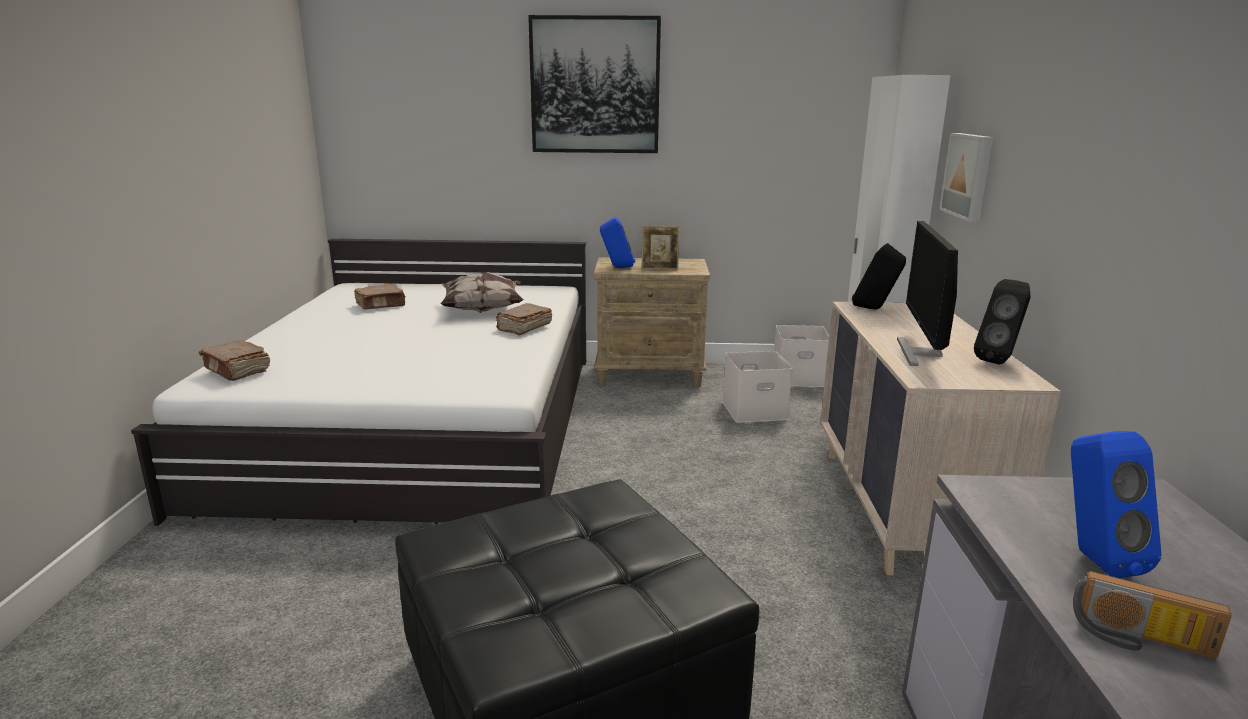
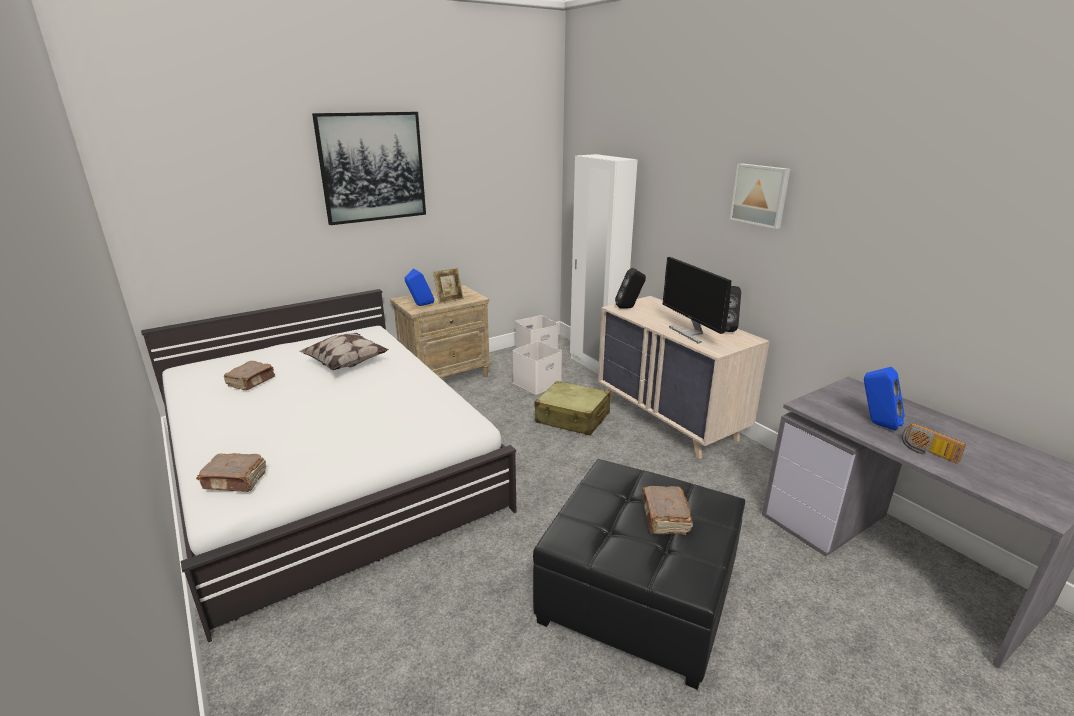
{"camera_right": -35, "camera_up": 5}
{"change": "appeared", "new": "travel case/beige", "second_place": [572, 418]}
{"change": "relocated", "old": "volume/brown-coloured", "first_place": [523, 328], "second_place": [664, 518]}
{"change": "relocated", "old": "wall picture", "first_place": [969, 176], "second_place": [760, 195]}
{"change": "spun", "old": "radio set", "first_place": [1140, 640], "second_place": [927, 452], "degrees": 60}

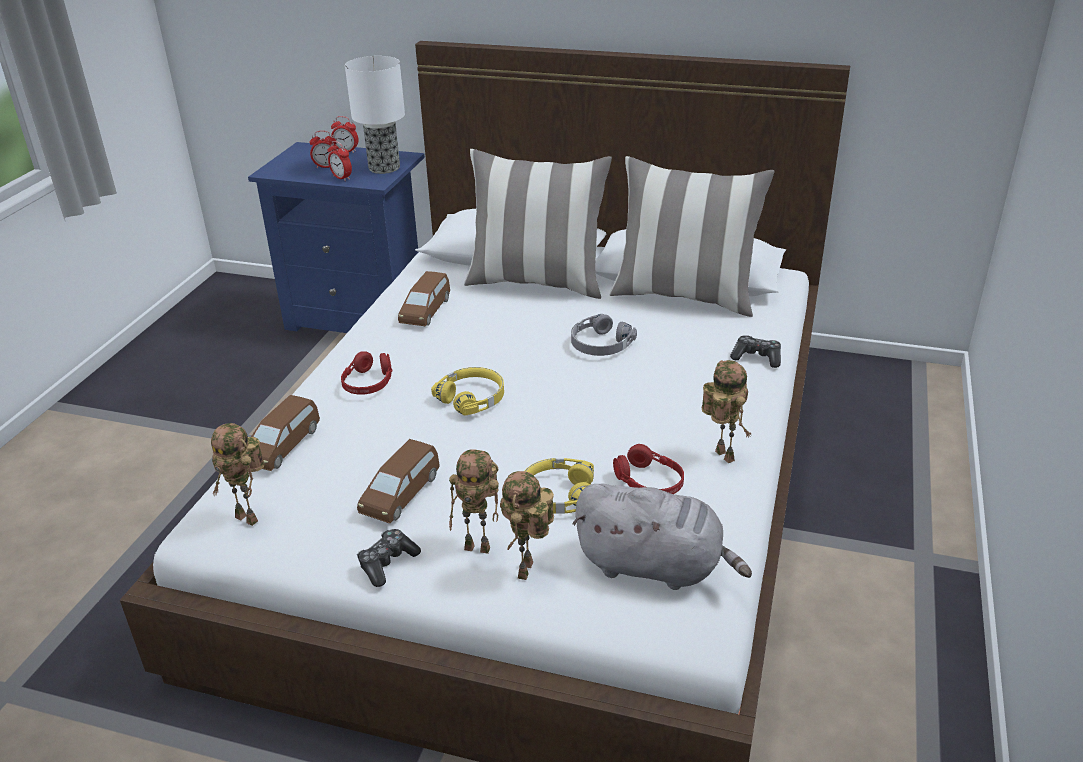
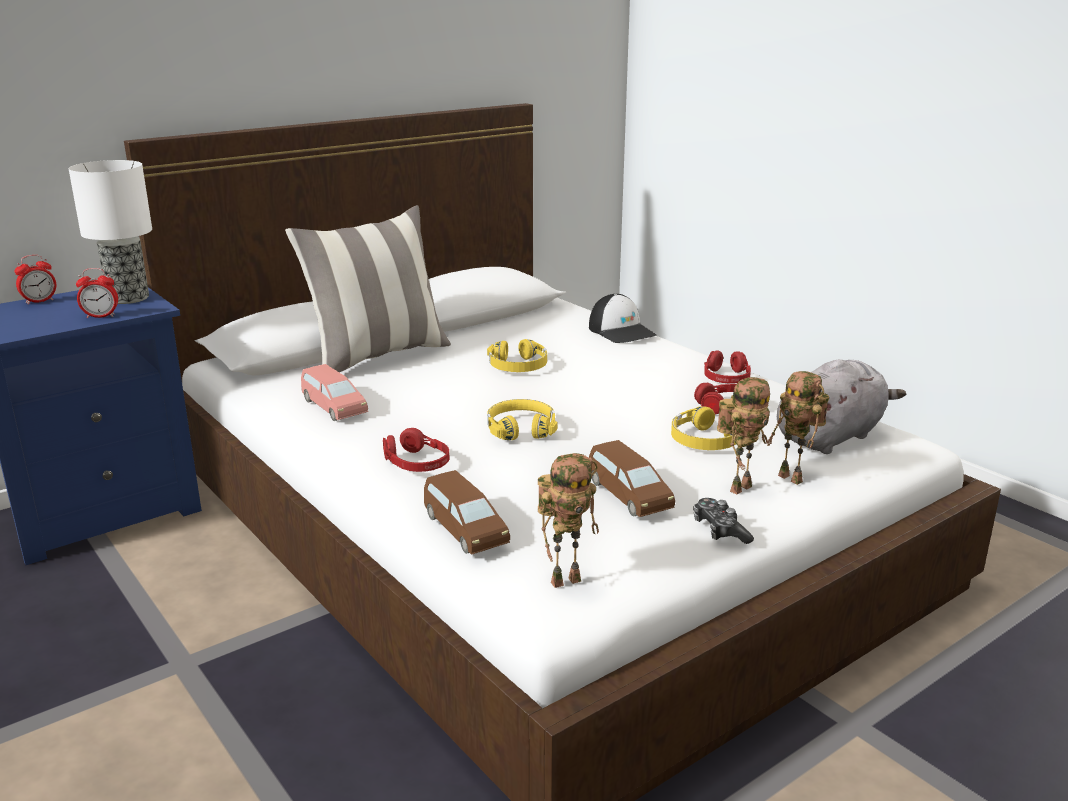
{"camera_right": -55, "camera_up": -10}
{"change": "missing", "old": "table clock", "first_place": [326, 166]}
{"change": "missing", "old": "throw pillow", "first_place": [684, 296]}
{"change": "exchanged", "old": "robot figure", "new": "pair of headphones/red", "first_place": [721, 456], "second_place": [726, 378]}
{"change": "exchanged", "old": "joypad", "new": "cap", "first_place": [757, 357], "second_place": [622, 331]}
{"change": "colour", "old": "model car/brown-coloured", "new": "model car/pinkish", "first_place": [426, 311], "second_place": [333, 407]}
{"change": "colour", "old": "pair of headphones/gray", "new": "pair of headphones/yellow-coloured", "first_place": [600, 344], "second_place": [518, 366]}

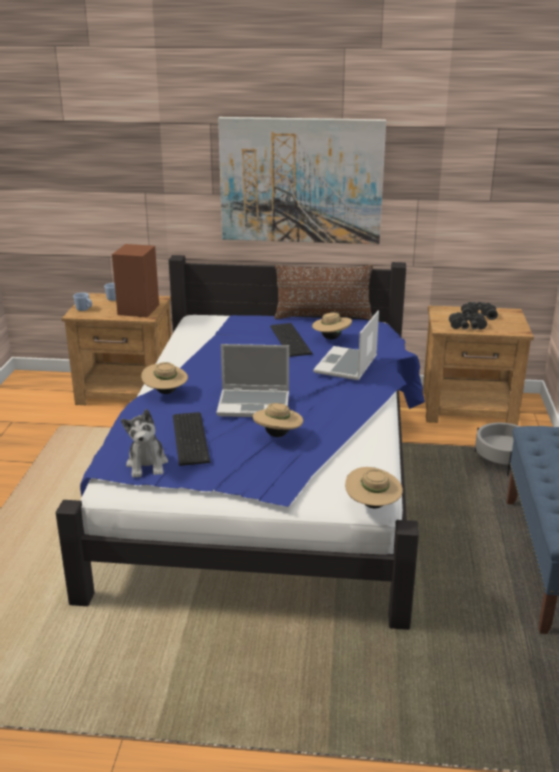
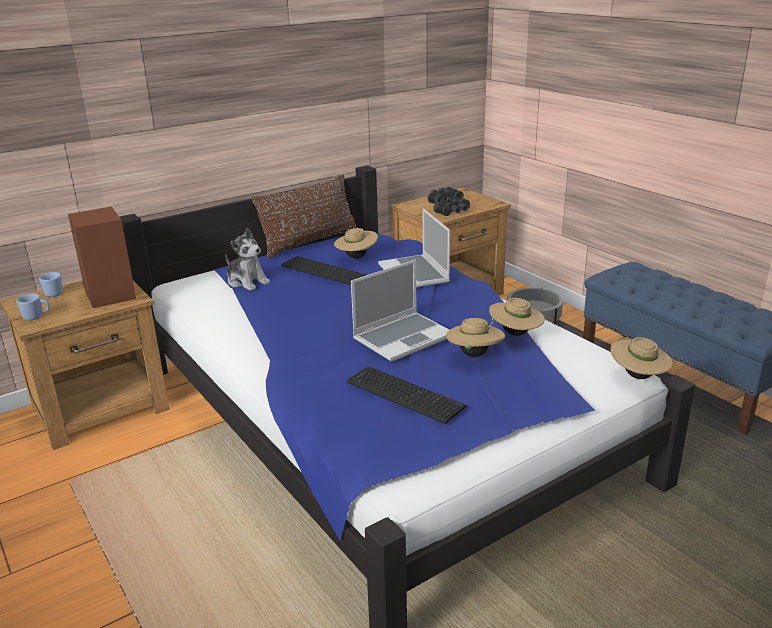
{"camera_right": -40, "camera_up": 0}
{"change": "missing", "old": "wall picture", "first_place": [301, 181]}
{"change": "relocated", "old": "plush toy", "first_place": [147, 464], "second_place": [247, 282]}
{"change": "relocated", "old": "hat/beige", "first_place": [165, 392], "second_place": [515, 334]}

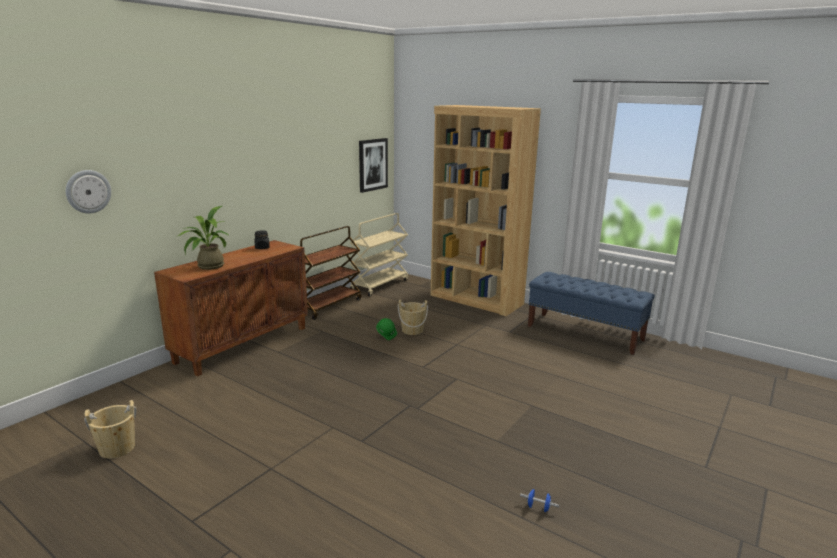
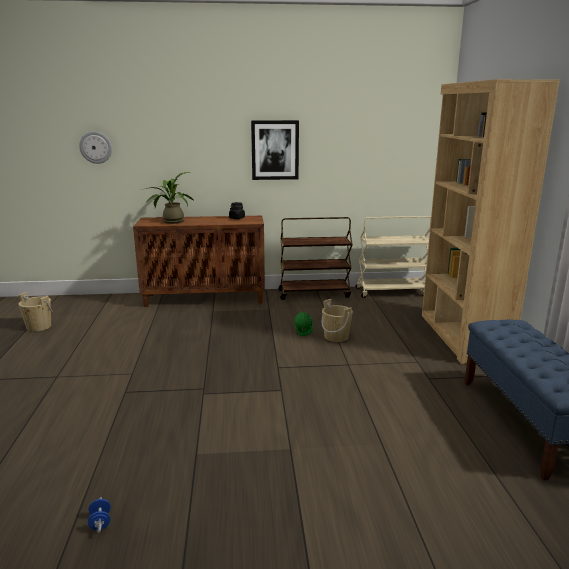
{"camera_right": 50, "camera_up": 0}
{"change": "relocated", "old": "wall picture", "first_place": [372, 164], "second_place": [275, 150]}

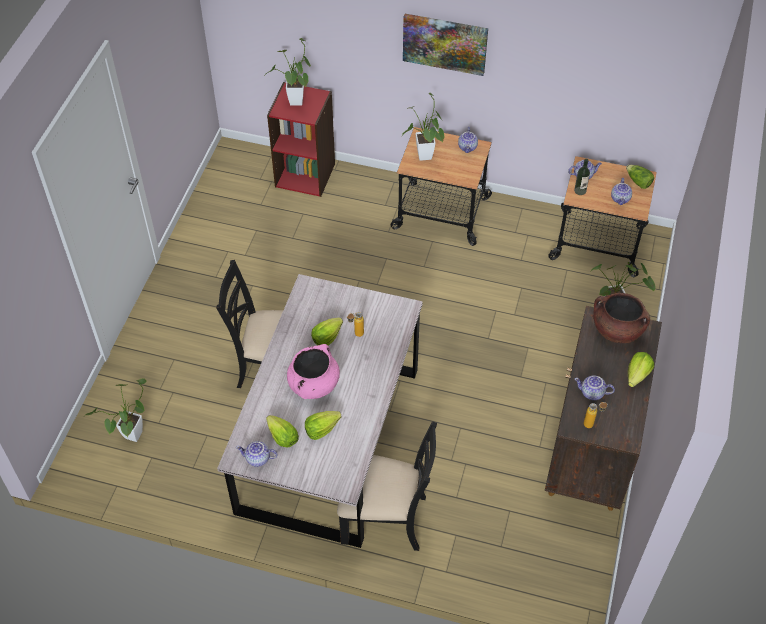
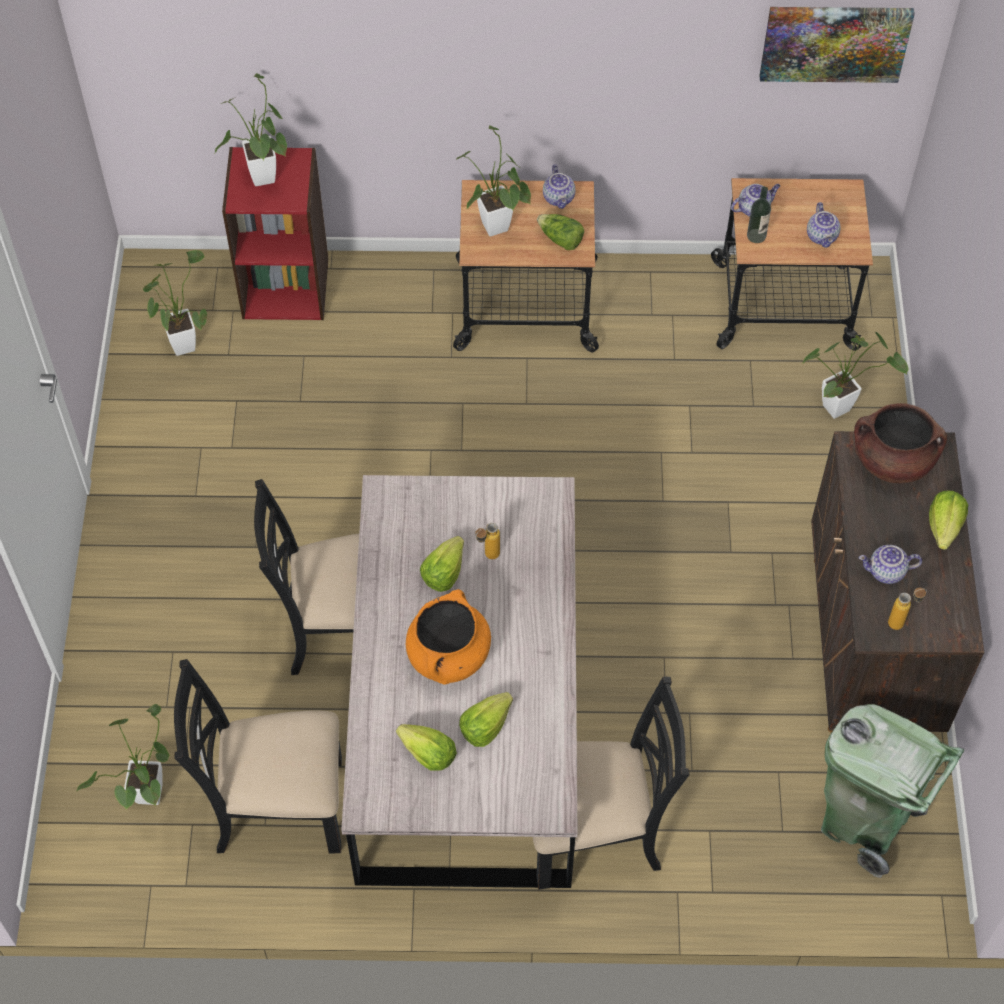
{"camera_right": -15, "camera_up": 5}
{"change": "missing", "old": "pot for tea", "first_place": [257, 459]}
{"change": "appeared", "new": "plant in a pot", "second_place": [182, 341]}
{"change": "appeared", "new": "chair/black-coloured", "second_place": [277, 805]}
{"change": "appeared", "new": "trash can/green", "second_place": [864, 822]}
{"change": "relocated", "old": "wall picture", "first_place": [445, 43], "second_place": [835, 42]}
{"change": "relocated", "old": "lettuce", "first_place": [638, 182], "second_place": [560, 239]}
{"change": "colour", "old": "cooking pot/pinkish", "new": "cooking pot/orangey", "first_place": [314, 384], "second_place": [449, 655]}

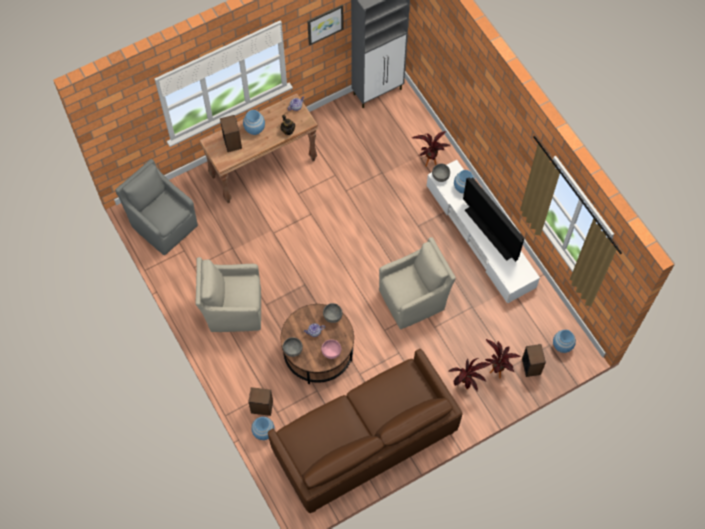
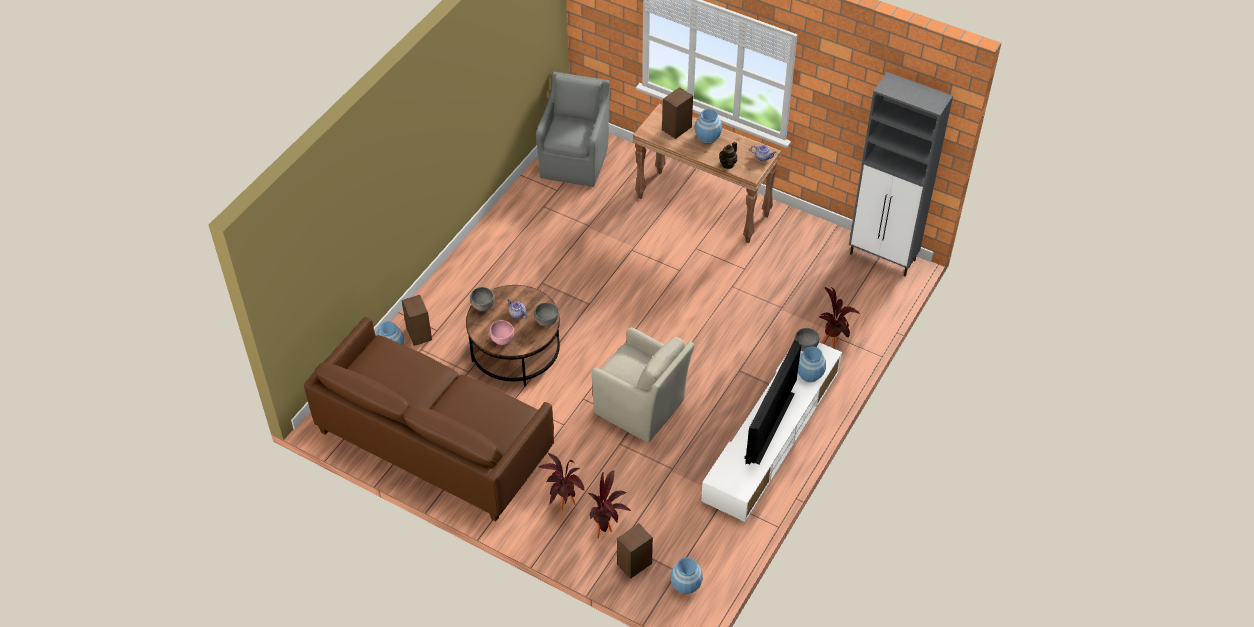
{"camera_right": 60, "camera_up": -15}
{"change": "missing", "old": "armchair/beige", "first_place": [233, 309]}
{"change": "missing", "old": "wall picture", "first_place": [325, 24]}

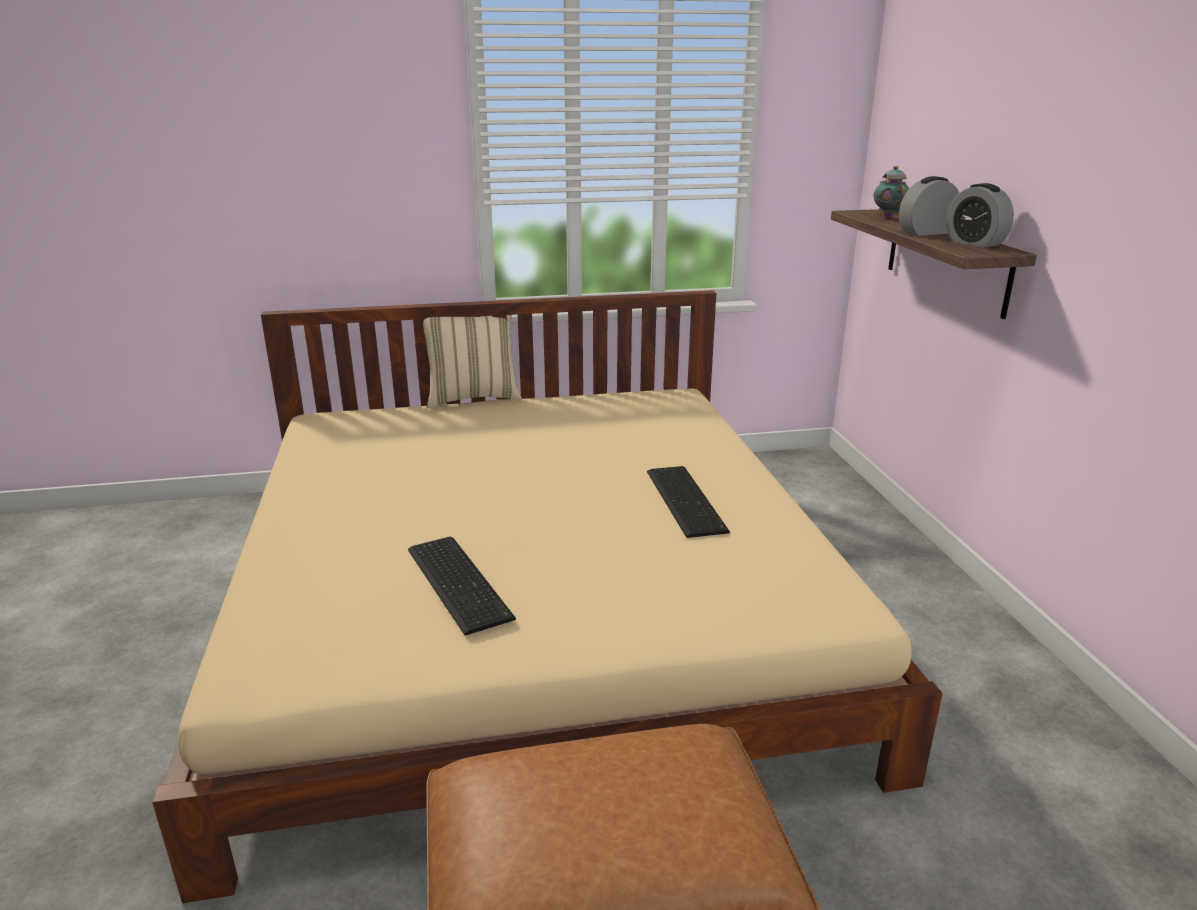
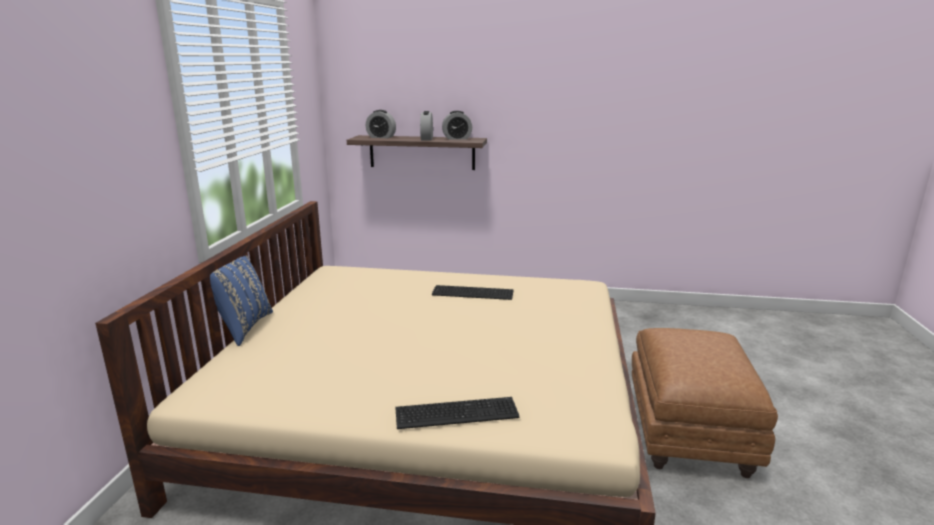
{"camera_right": -70, "camera_up": -5}
{"change": "relocated", "old": "computer keyboard", "first_place": [460, 581], "second_place": [454, 412]}
{"change": "exchanged", "old": "pot for tea", "new": "table clock", "first_place": [888, 217], "second_place": [381, 137]}
{"change": "colour", "old": "throw pillow/beige", "new": "throw pillow/blue-coloured", "first_place": [473, 398], "second_place": [242, 327]}

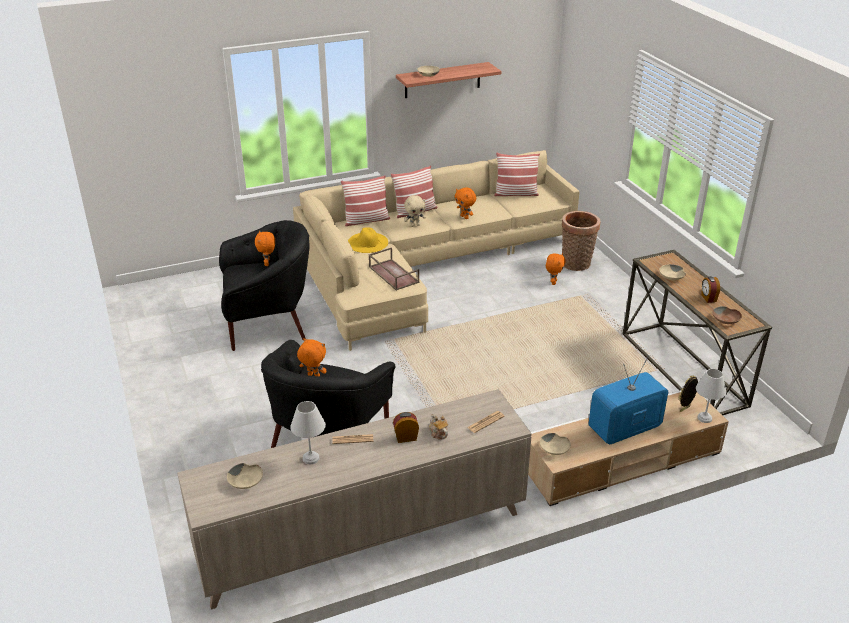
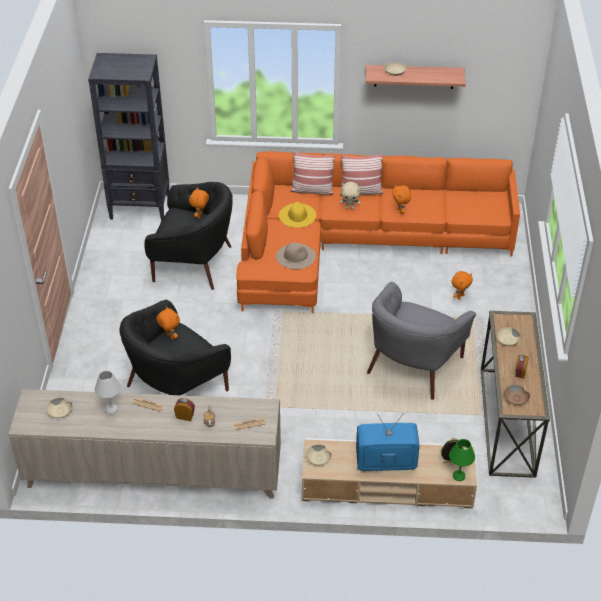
{"camera_right": 25, "camera_up": 10}
{"change": "missing", "old": "throw pillow", "first_place": [516, 193]}
{"change": "missing", "old": "basket", "first_place": [576, 265]}
{"change": "appeared", "new": "shelving unit/black-coloured", "second_place": [140, 207]}
{"change": "appeared", "new": "armchair/gray", "second_place": [413, 365]}
{"change": "exchanged", "old": "serving tray/brown-coloured", "new": "hat/beige", "first_place": [392, 274], "second_place": [295, 256]}
{"change": "colour", "old": "couch/beige", "new": "couch/orangey", "first_place": [422, 266], "second_place": [355, 243]}
{"change": "colour", "old": "tabletop lamp/white", "new": "tabletop lamp/green", "first_place": [705, 418], "second_place": [459, 476]}

